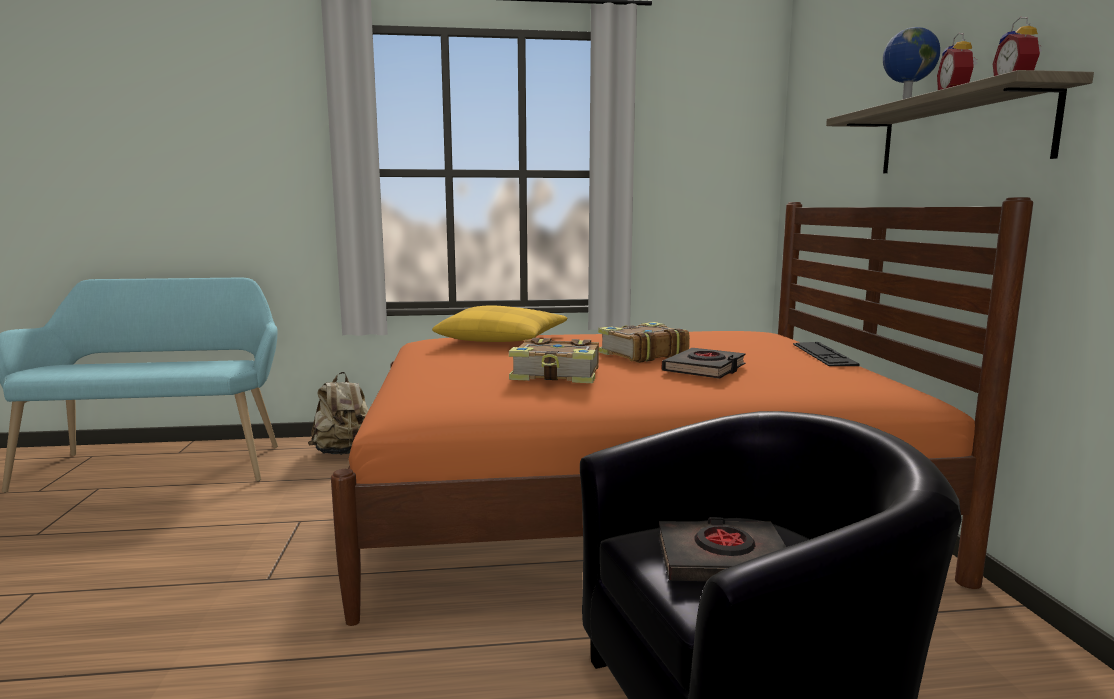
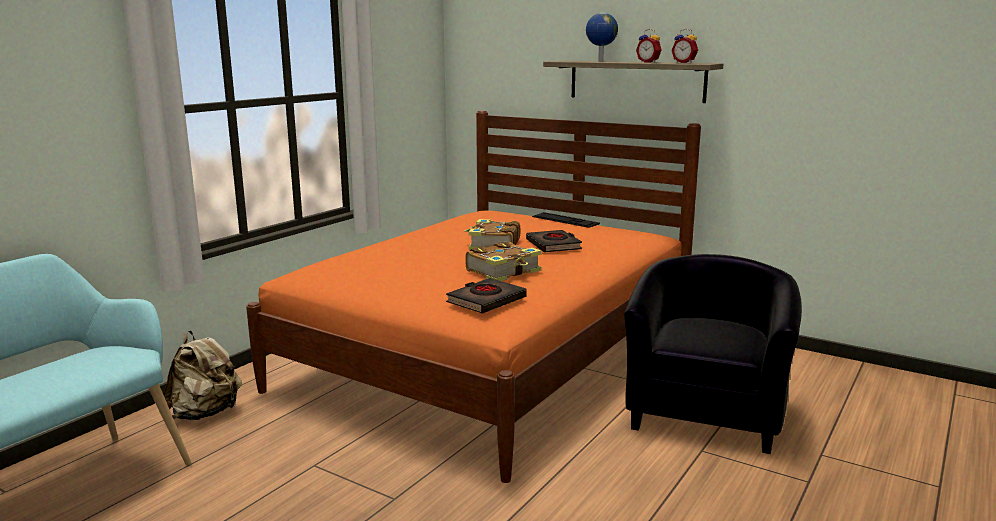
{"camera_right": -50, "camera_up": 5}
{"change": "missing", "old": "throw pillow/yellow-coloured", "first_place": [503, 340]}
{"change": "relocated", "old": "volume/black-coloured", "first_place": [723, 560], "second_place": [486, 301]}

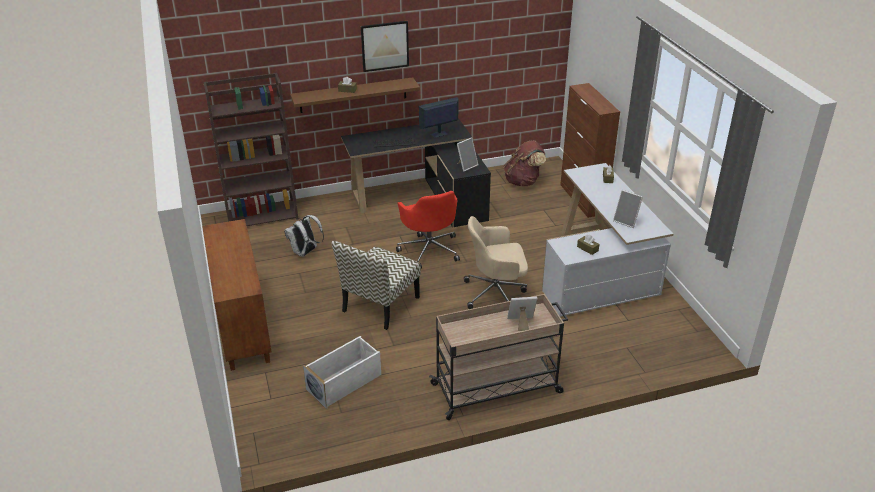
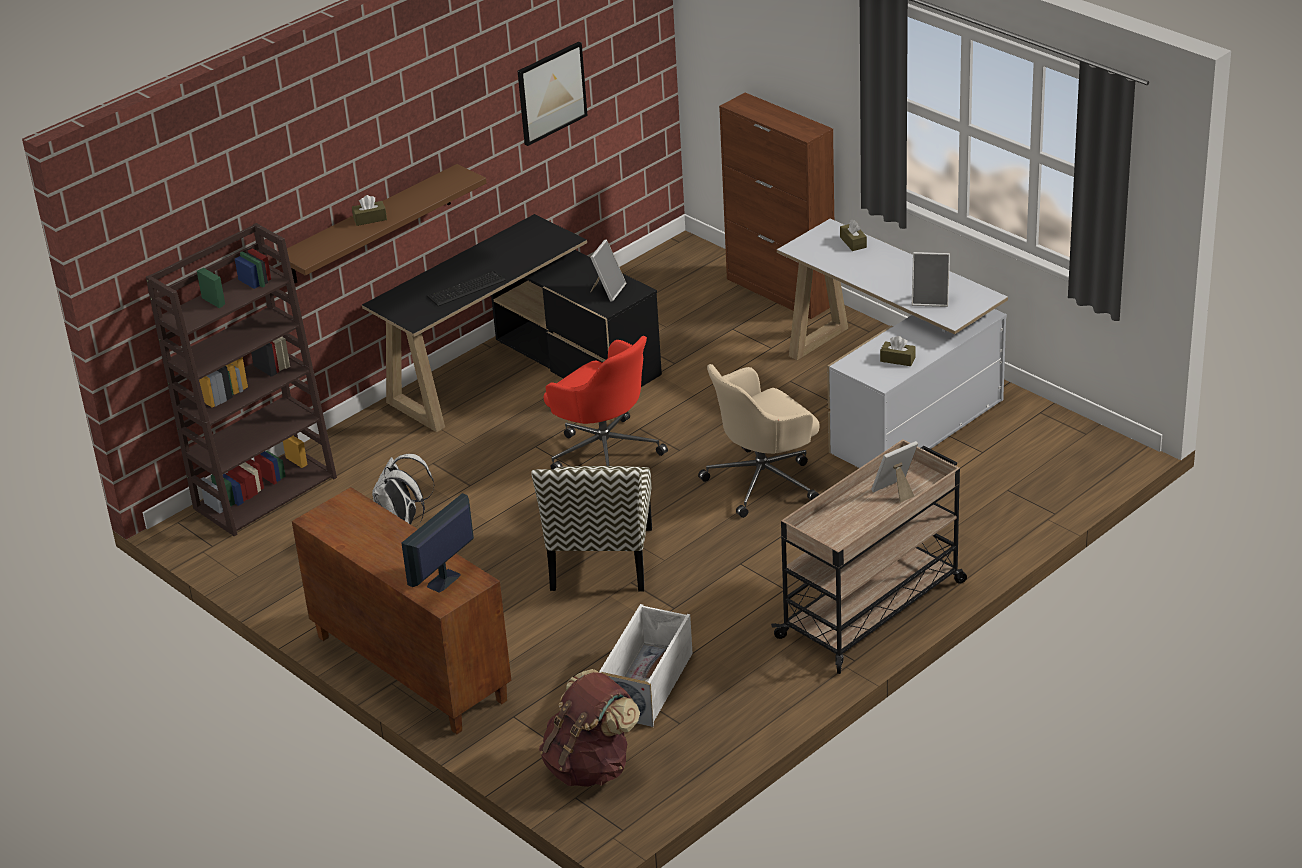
{"camera_right": -25, "camera_up": 0}
{"change": "relocated", "old": "wall picture", "first_place": [385, 46], "second_place": [551, 93]}
{"change": "relocated", "old": "computer display", "first_place": [438, 134], "second_place": [443, 581]}
{"change": "relocated", "old": "knapsack/brown-coloured", "first_place": [523, 181], "second_place": [590, 766]}

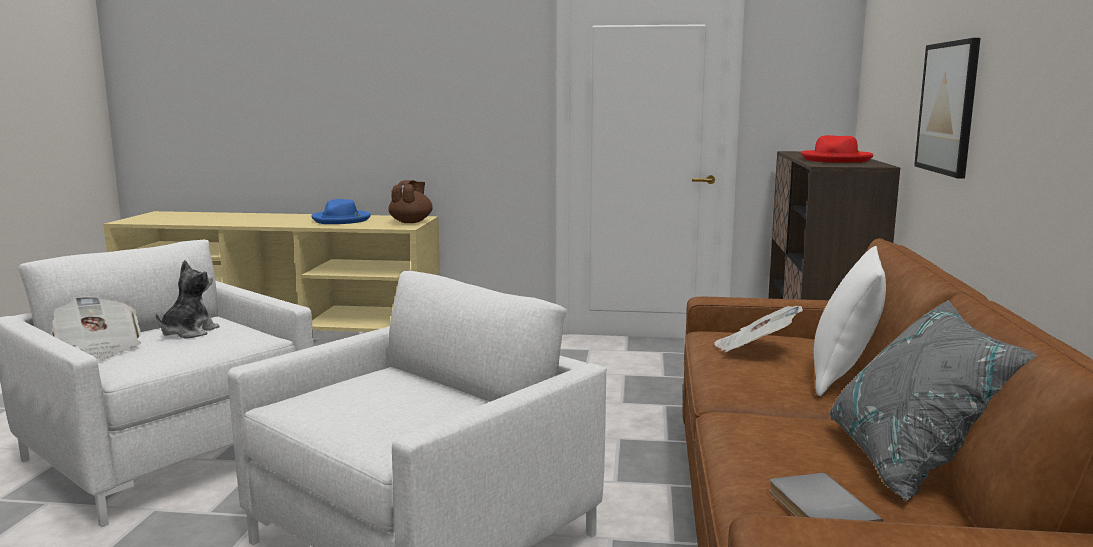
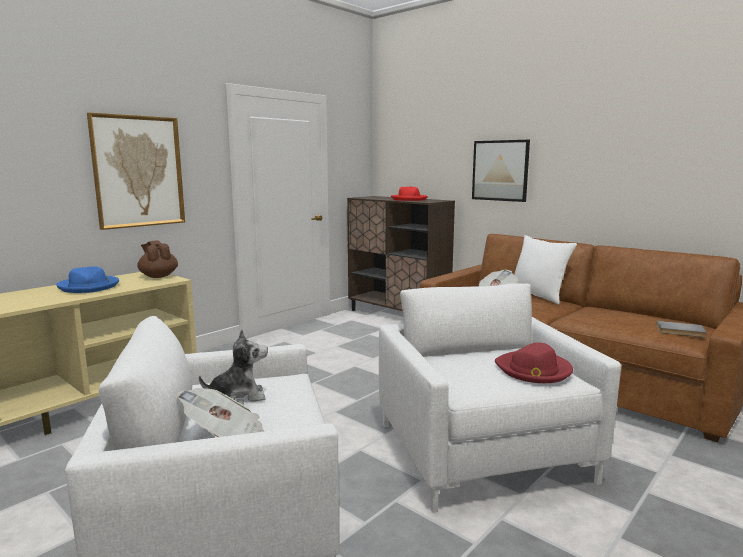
{"camera_right": -55, "camera_up": 0}
{"change": "missing", "old": "throw pillow/gray", "first_place": [914, 463]}
{"change": "appeared", "new": "wall picture", "second_place": [138, 171]}
{"change": "appeared", "new": "hat/red", "second_place": [533, 370]}
{"change": "spun", "old": "plush toy", "first_place": [188, 332], "second_place": [238, 397], "degrees": 105}

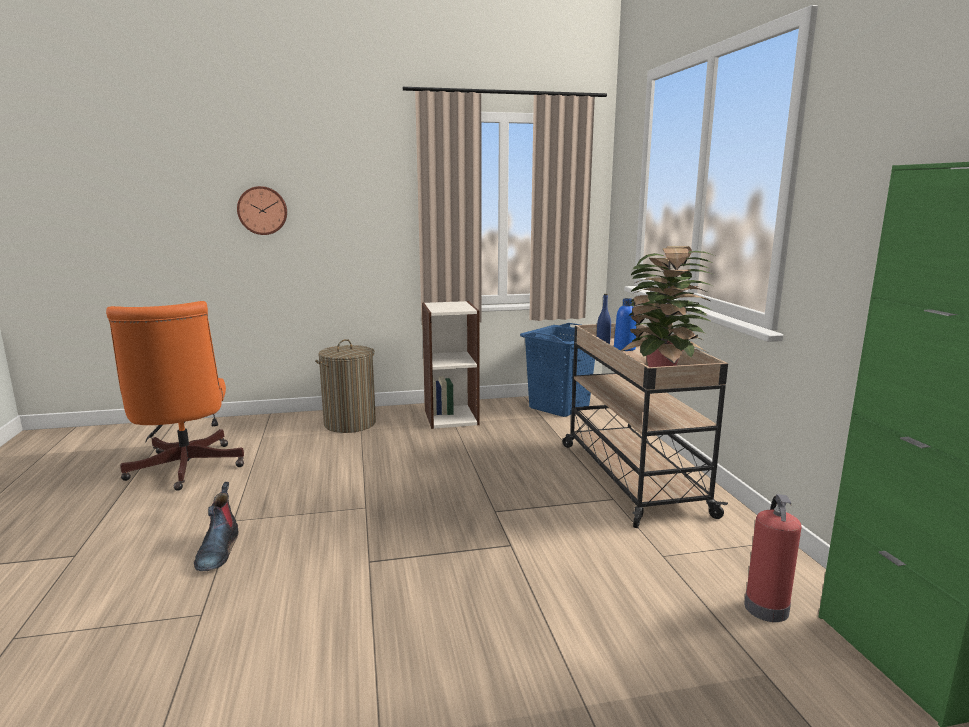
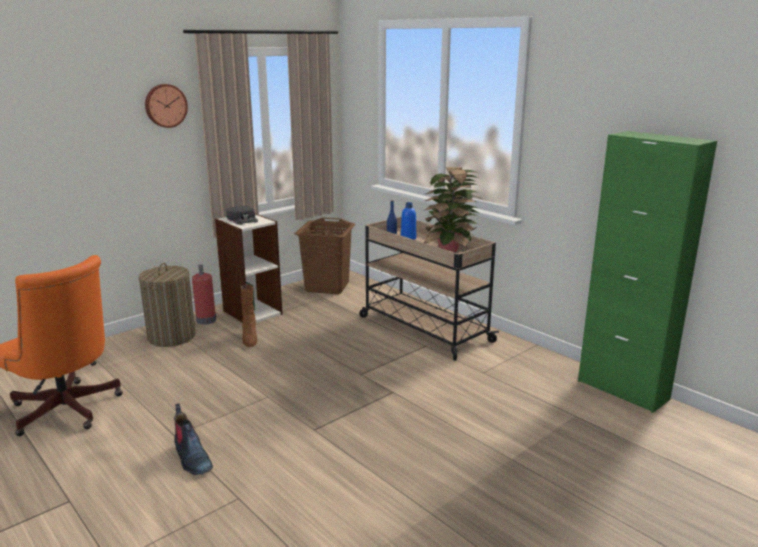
{"camera_right": -30, "camera_up": 5}
{"change": "appeared", "new": "cap/black-coloured", "second_place": [242, 219]}
{"change": "appeared", "new": "boot/brown-coloured", "second_place": [249, 338]}
{"change": "relocated", "old": "hanging clock", "first_place": [262, 210], "second_place": [165, 105]}
{"change": "relocated", "old": "fire-fighting cylinder", "first_place": [766, 607], "second_place": [206, 320]}
{"change": "colour", "old": "hamper/blue-coloured", "new": "hamper/brown-coloured", "first_place": [559, 407], "second_place": [327, 287]}

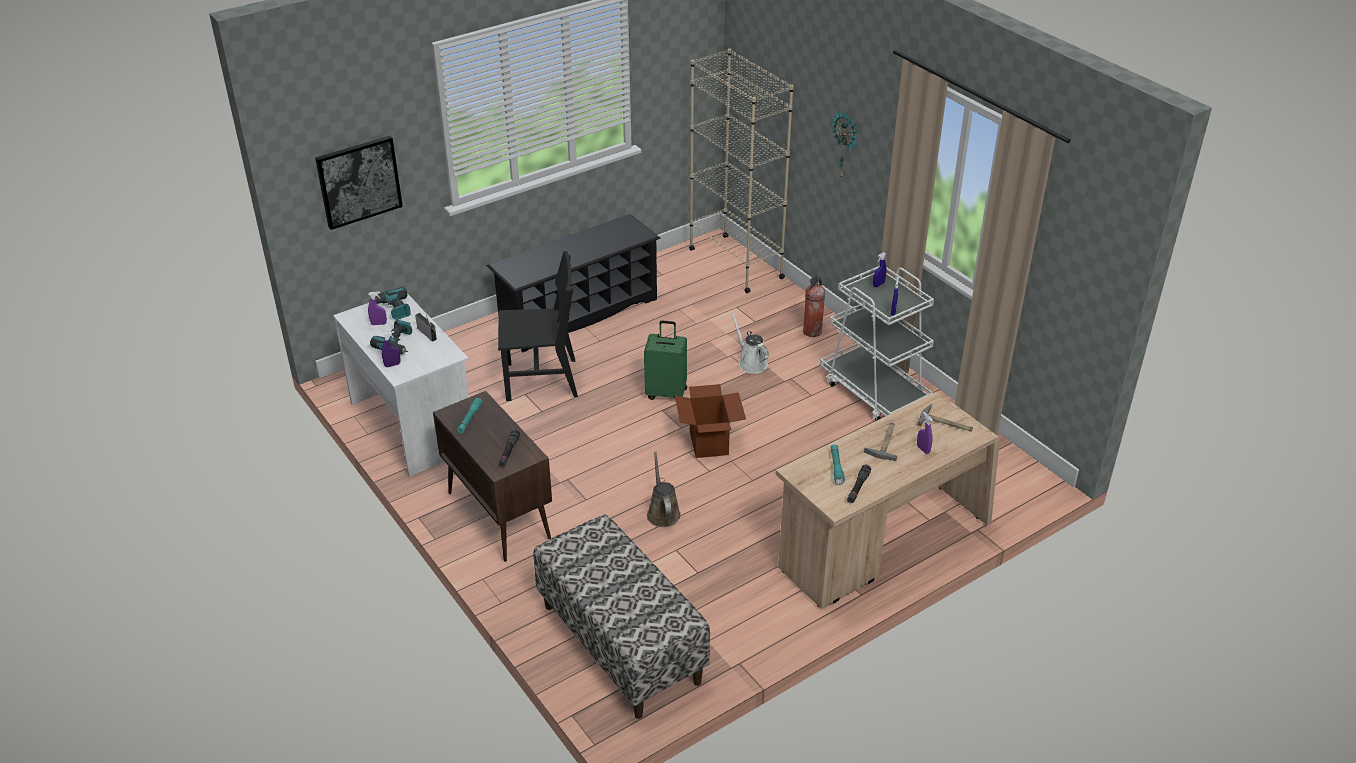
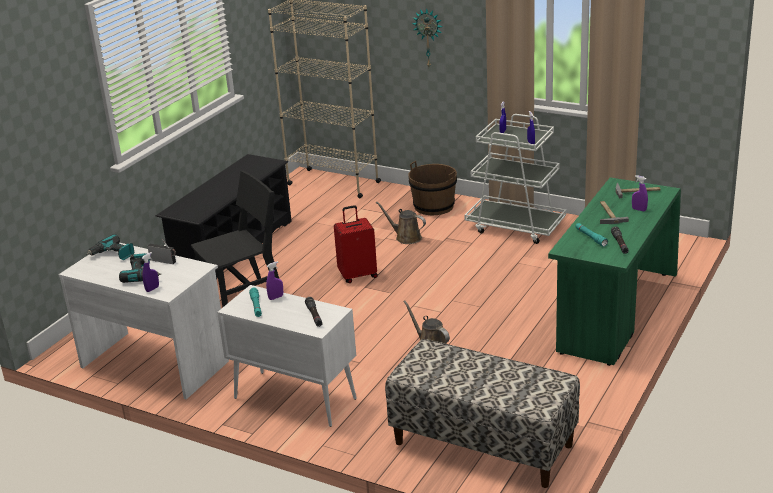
{"camera_right": -25, "camera_up": -10}
{"change": "missing", "old": "wall picture", "first_place": [359, 181]}
{"change": "missing", "old": "carton", "first_place": [709, 443]}
{"change": "relocated", "old": "sprayer/purple-coloured", "first_place": [378, 324], "second_place": [276, 297]}
{"change": "exchanged", "old": "fire-fighting cylinder", "new": "bucket/brown-coloured", "first_place": [811, 332], "second_place": [434, 206]}
{"change": "colour", "old": "cupboard/brown-coloured", "new": "cupboard/white", "first_place": [498, 515], "second_place": [293, 398]}
{"change": "colour", "old": "travel case/green", "new": "travel case/red", "first_place": [666, 393], "second_place": [358, 275]}
{"change": "colour", "old": "watering can/white", "new": "watering can/brown-coloured", "first_place": [751, 363], "second_place": [406, 237]}
{"change": "colour", "old": "desk unit/beige", "new": "desk unit/green", "first_place": [882, 544], "second_place": [615, 312]}

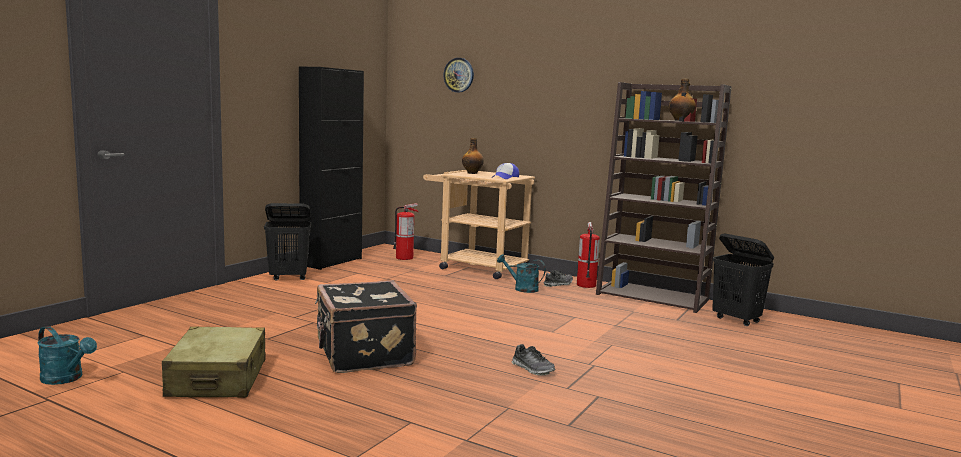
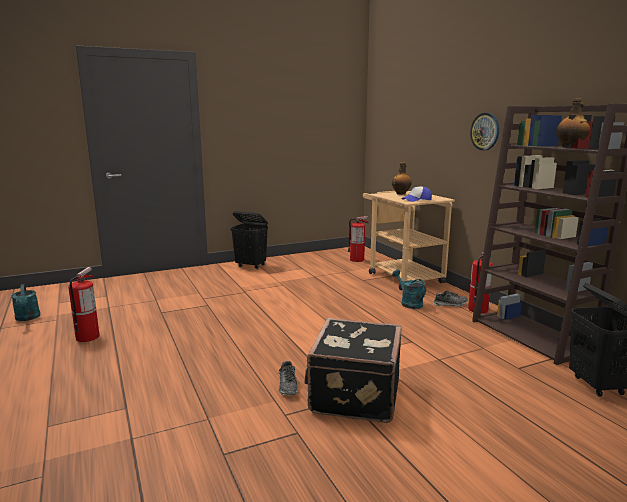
{"camera_right": 35, "camera_up": 5}
{"change": "missing", "old": "cupboard/black-coloured", "first_place": [331, 262]}
{"change": "relocated", "old": "travel case/black-coloured", "first_place": [362, 354], "second_place": [353, 394]}
{"change": "relocated", "old": "hanging clock", "first_place": [459, 75], "second_place": [485, 131]}
{"change": "exchanged", "old": "travel case/beige", "new": "fire-fighting cylinder", "first_place": [218, 378], "second_place": [87, 337]}

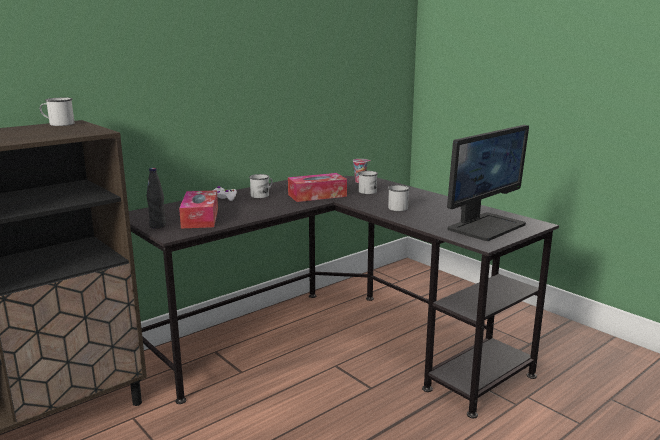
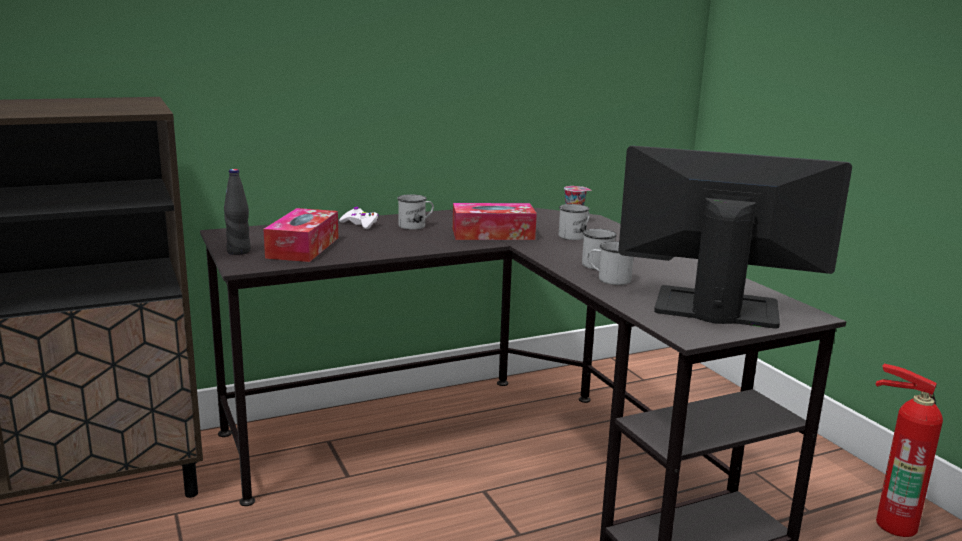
{"camera_right": 15, "camera_up": 0}
{"change": "appeared", "new": "fire-fighting cylinder", "second_place": [893, 522]}
{"change": "relocated", "old": "tea mug/white", "first_place": [58, 124], "second_place": [609, 279]}
{"change": "spun", "old": "computer display", "first_place": [485, 226], "second_place": [715, 308], "degrees": -135}

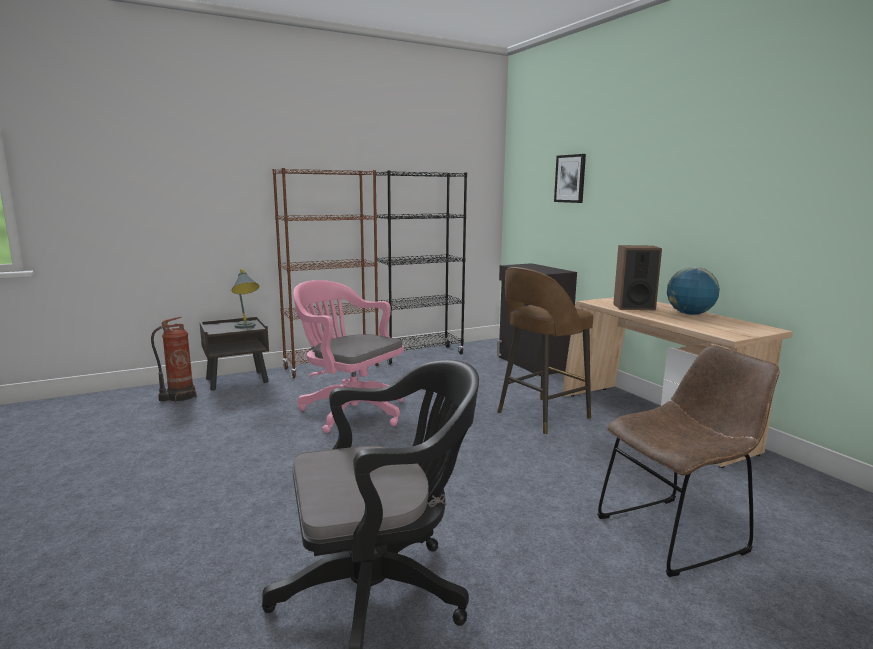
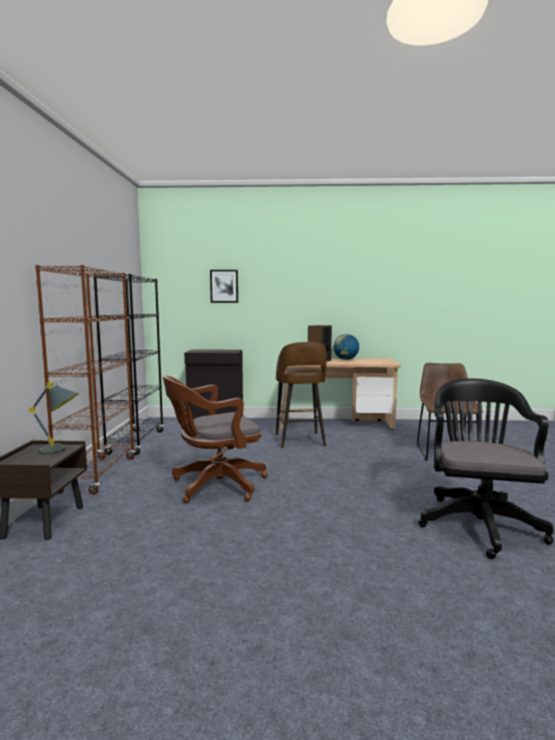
{"camera_right": -60, "camera_up": -5}
{"change": "missing", "old": "fire-fighting cylinder", "first_place": [179, 397]}
{"change": "colour", "old": "computer chair/pinkish", "new": "computer chair/brown-coloured", "first_place": [349, 410], "second_place": [214, 486]}

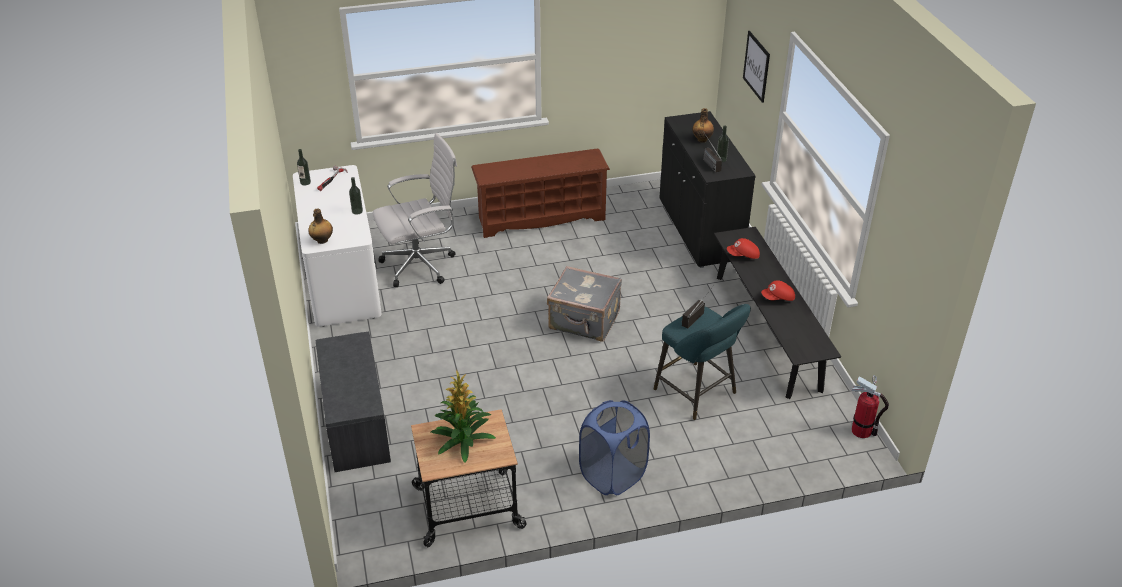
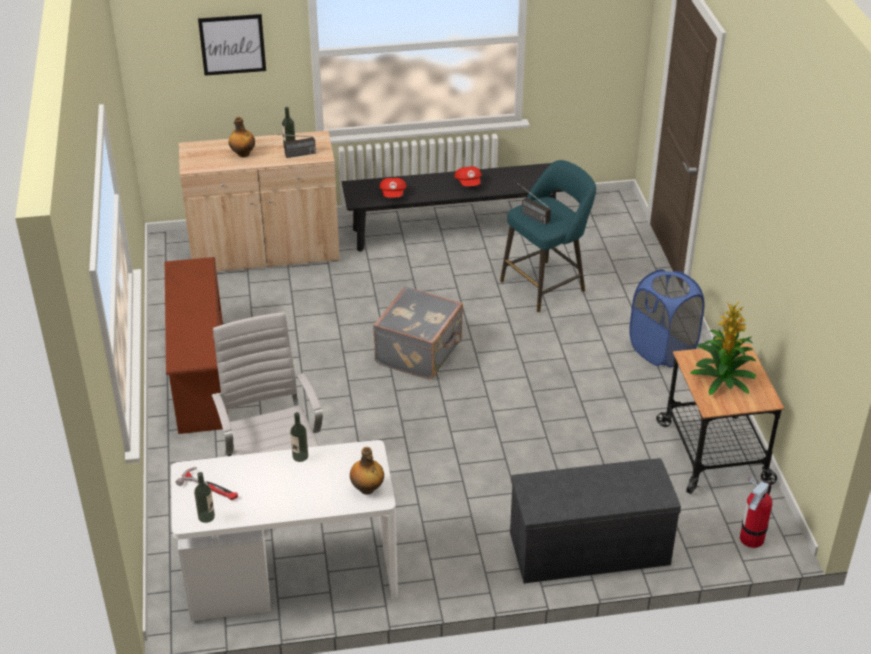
{"camera_right": -85, "camera_up": 0}
{"change": "relocated", "old": "fire-fighting cylinder", "first_place": [861, 431], "second_place": [751, 538]}
{"change": "colour", "old": "cupboard/black-coloured", "new": "cupboard/beige", "first_place": [699, 229], "second_place": [265, 252]}

